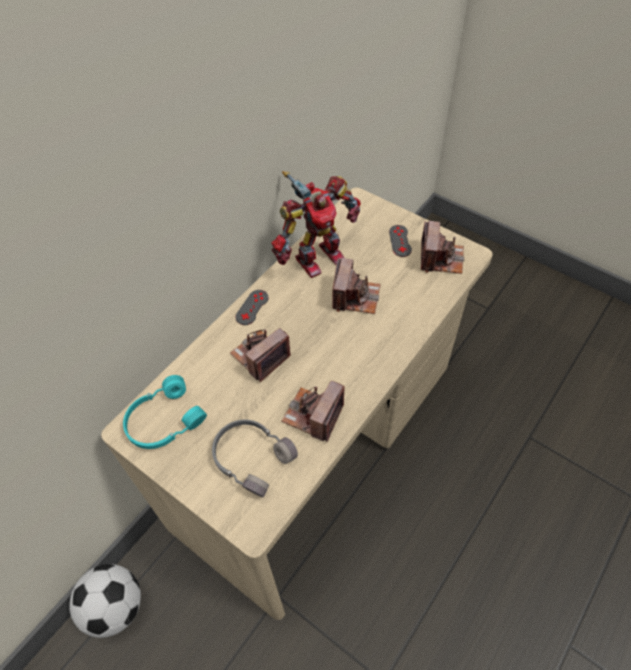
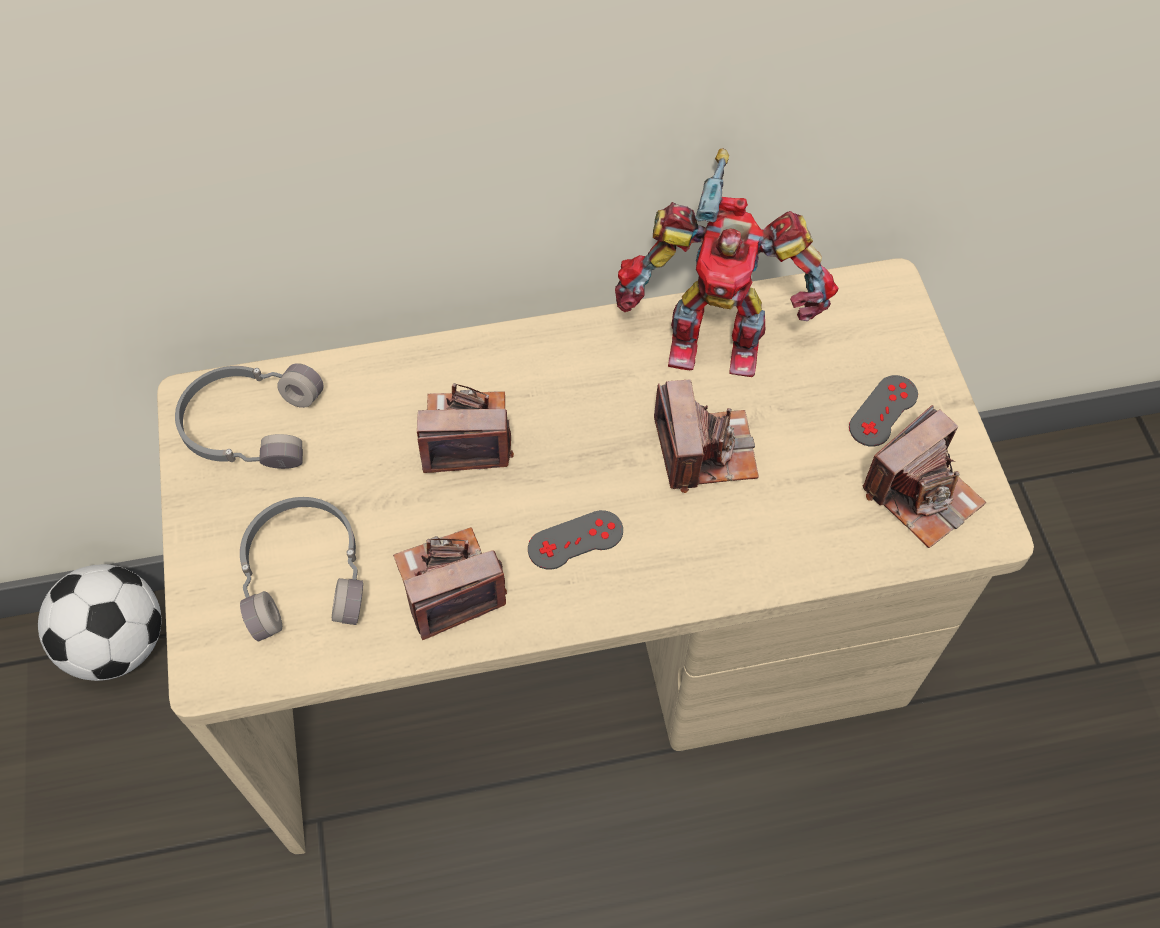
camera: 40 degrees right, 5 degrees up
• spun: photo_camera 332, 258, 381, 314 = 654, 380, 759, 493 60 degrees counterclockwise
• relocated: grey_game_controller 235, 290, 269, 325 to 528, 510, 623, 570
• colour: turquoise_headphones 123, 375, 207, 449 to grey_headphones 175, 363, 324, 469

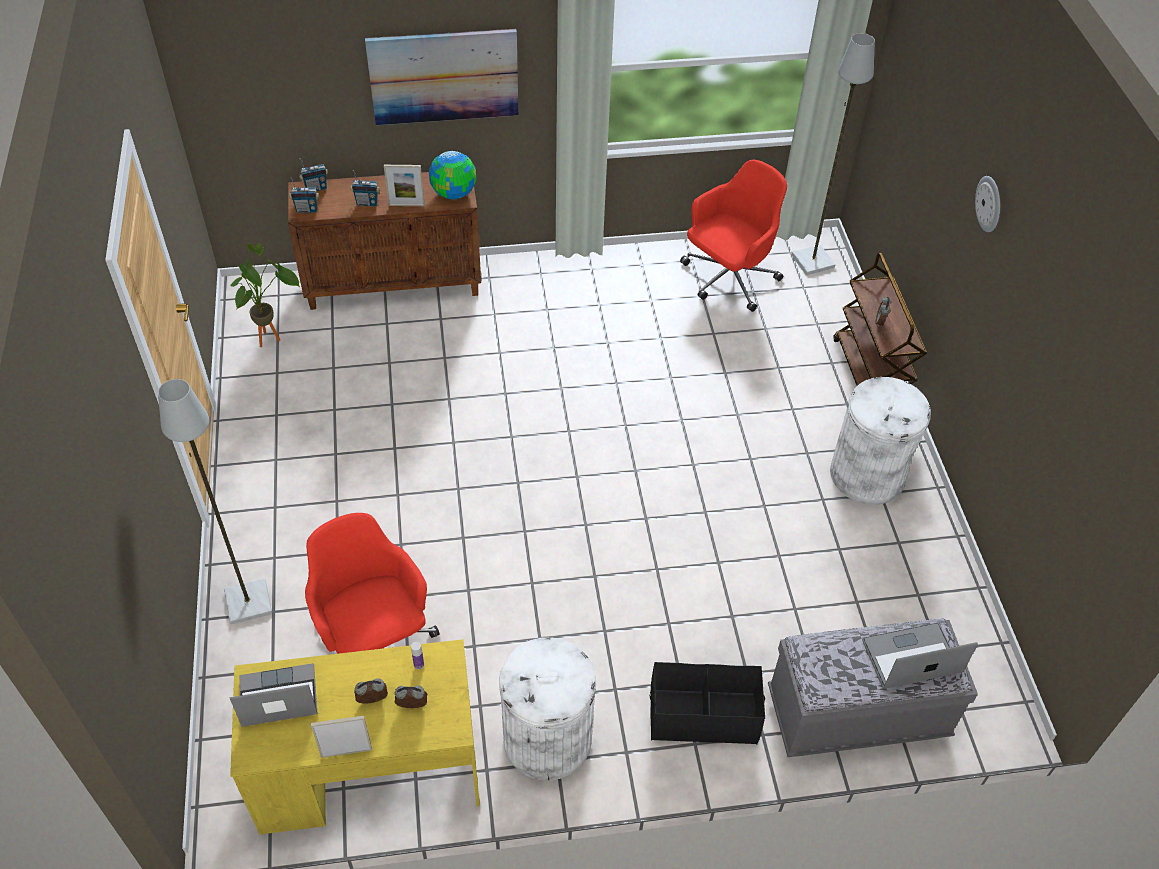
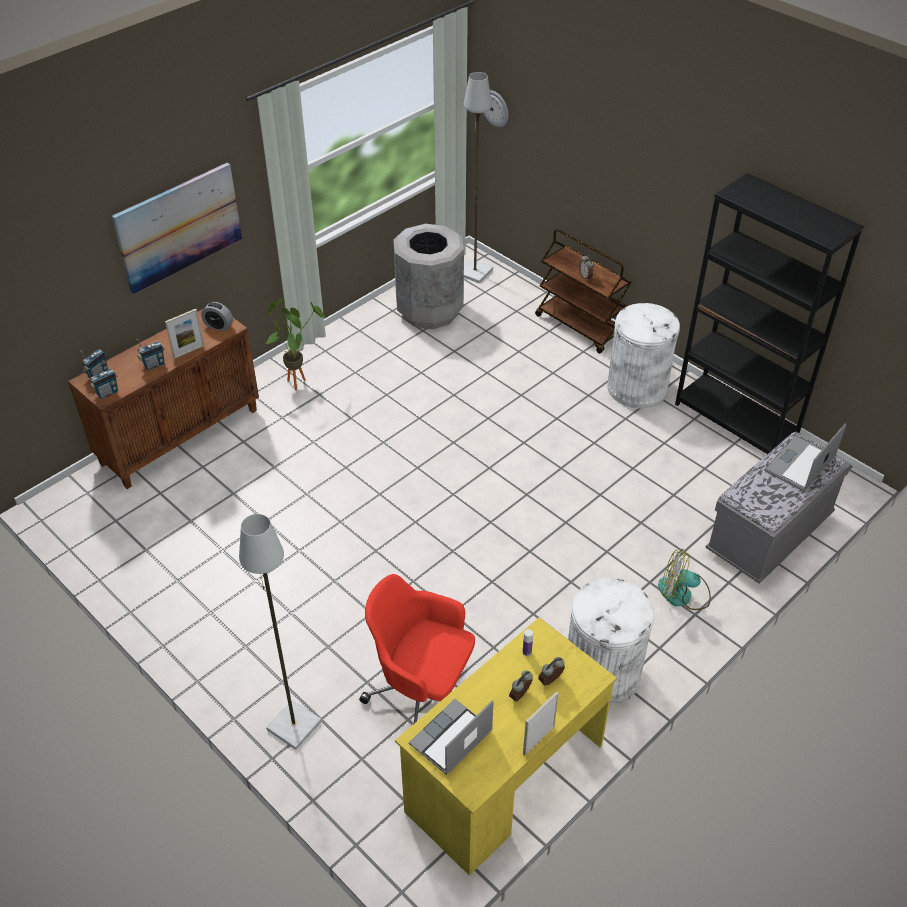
camera: 35 degrees left, 5 degrees down
• exchanged: globe 429, 151, 476, 199 to alarm_clock 201, 302, 233, 332
• exchanged: red_office_chair 680, 160, 787, 312 to grey_trash_can 393, 224, 464, 329
• relocated: wall_clock 975, 176, 1000, 232 to 483, 90, 508, 127
• relocated: potted_plant 230, 243, 300, 347 to 266, 297, 325, 390
• exchanged: black_storage_box 650, 662, 765, 745 to fan 658, 549, 711, 610
• appeared: black_bookcase 675, 173, 864, 454

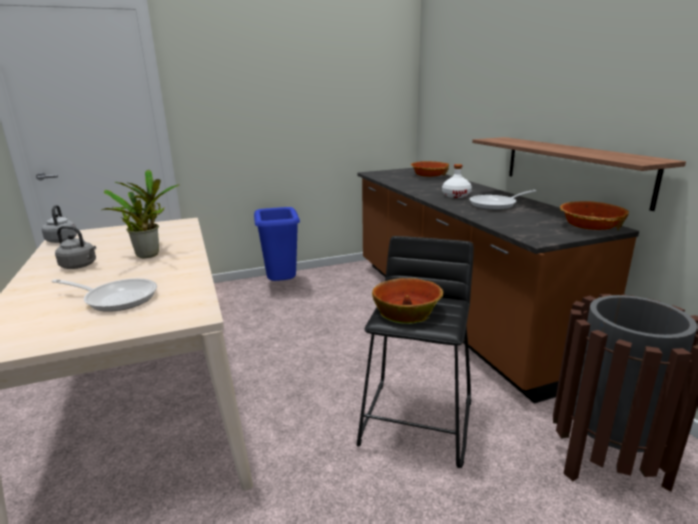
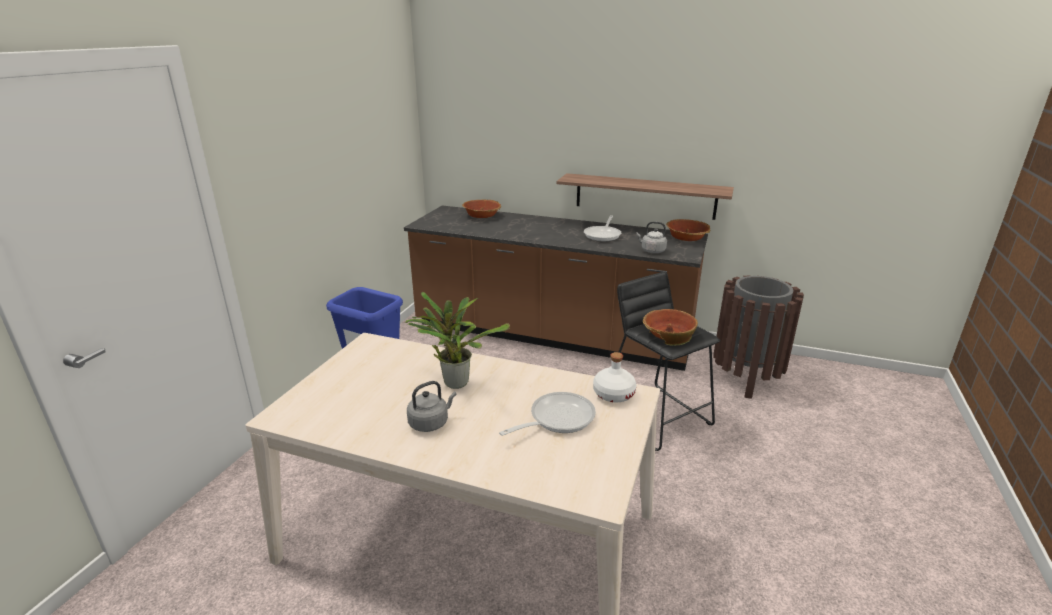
camera: 50 degrees left, 5 degrees up
• relocated: white_bottle 442, 164, 472, 198 to 593, 352, 637, 403
• relocated: grey_kettle 42, 205, 77, 243 to 636, 221, 667, 253

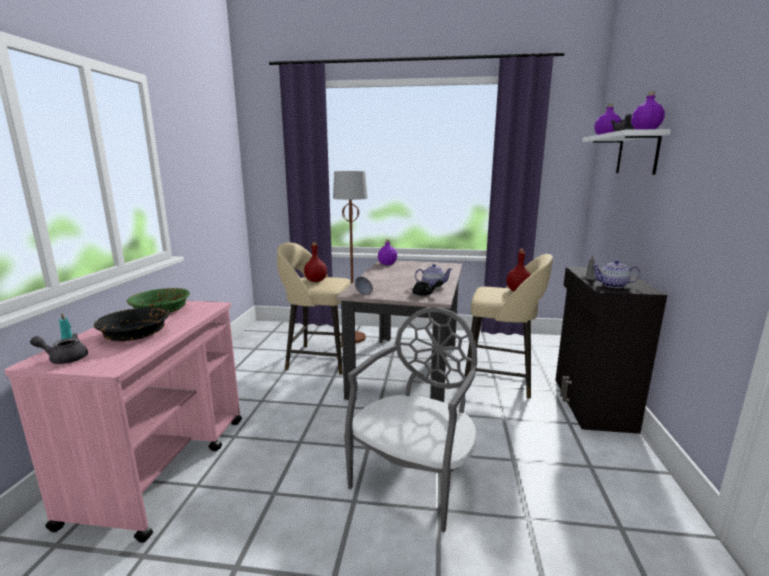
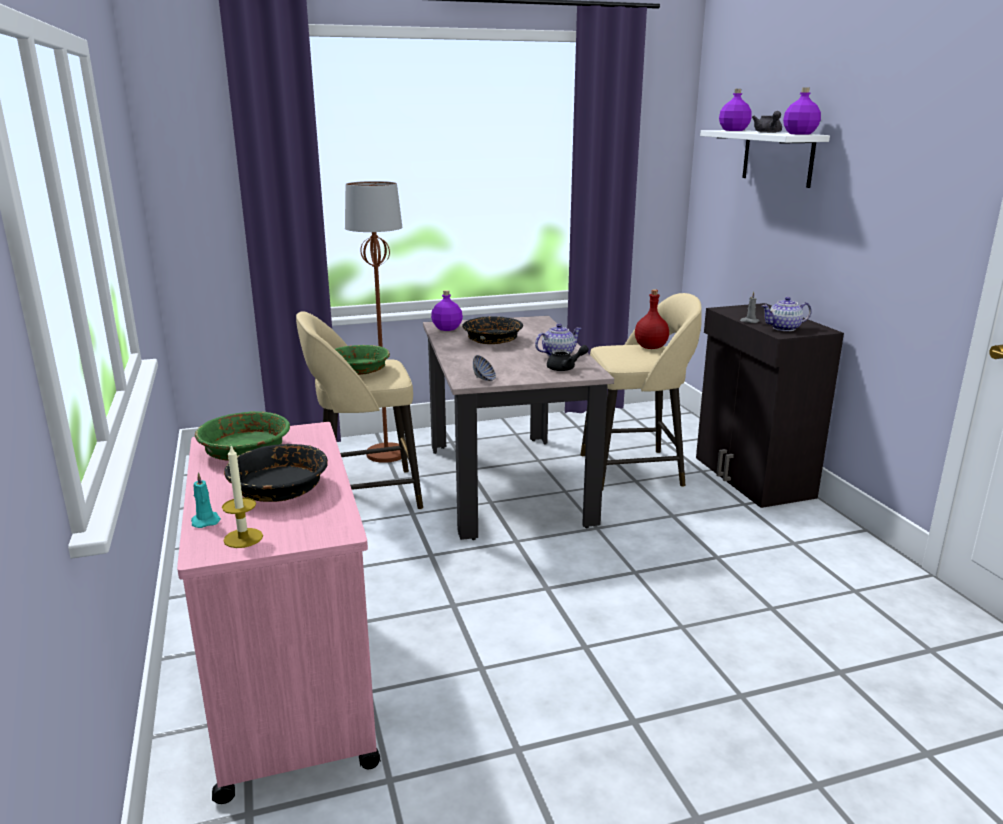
camera: 25 degrees left, 5 degrees up
• exchanged: red_bottle 304, 242, 327, 282 to green_bowl 335, 345, 390, 375
• missing: grey_chair 344, 307, 477, 533
• exchanged: grey_teapot 30, 333, 88, 364 to candle 222, 446, 263, 548
• appeared: black_bowl 462, 316, 523, 344

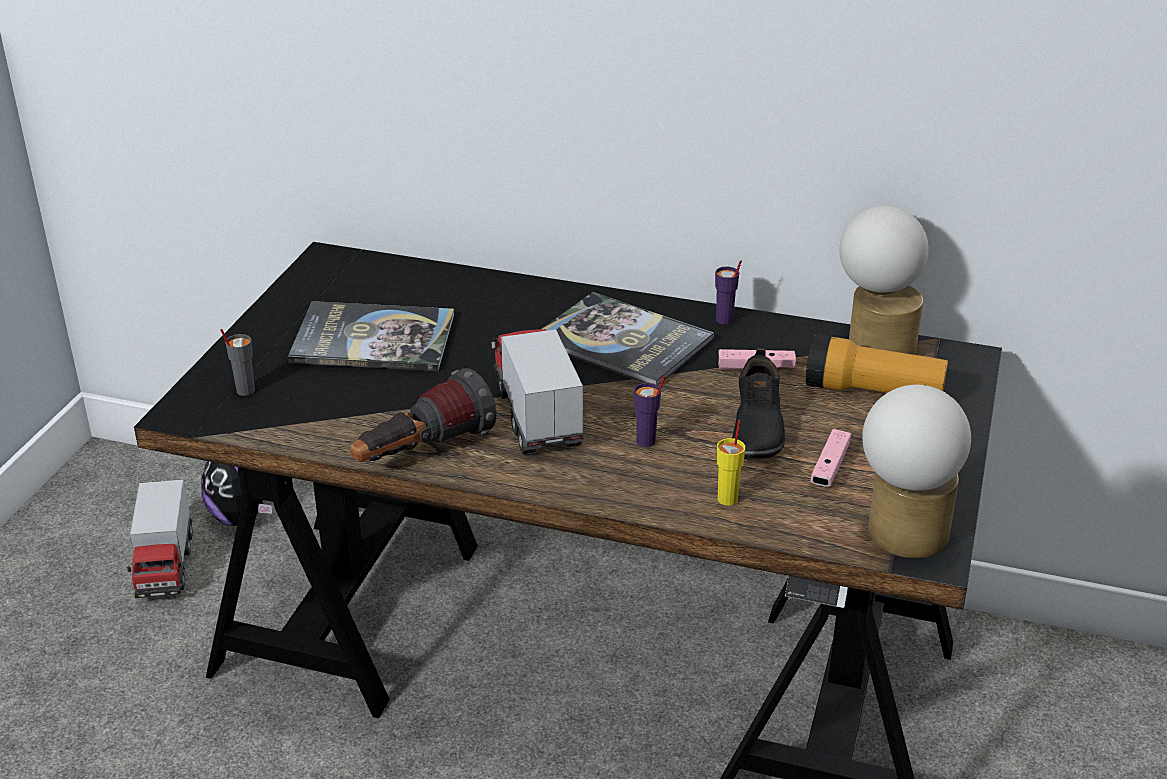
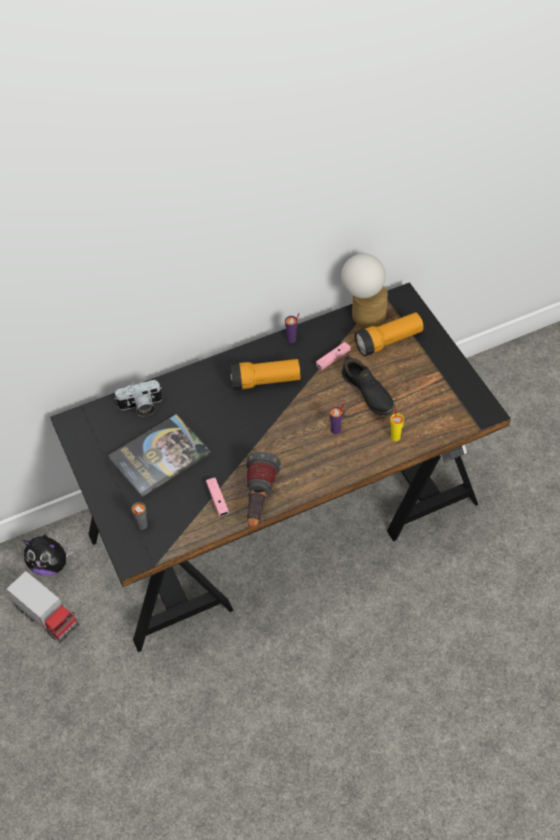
camera: 40 degrees left, 20 degrees up
• exchanged: book 542, 292, 714, 385 to flashlight 230, 359, 300, 390
• missing: toy_truck 491, 329, 583, 454
• missing: table_lamp 862, 385, 971, 558
• relocated: pink_game_controller 810, 429, 851, 487 to 206, 477, 229, 516
• appeared: photo_camera 114, 380, 162, 417

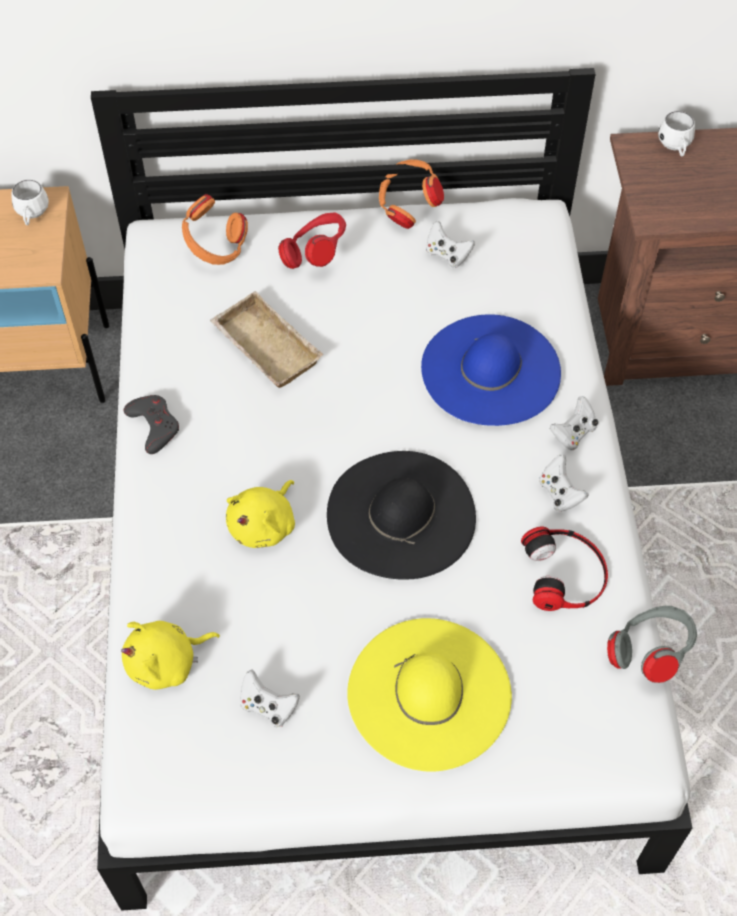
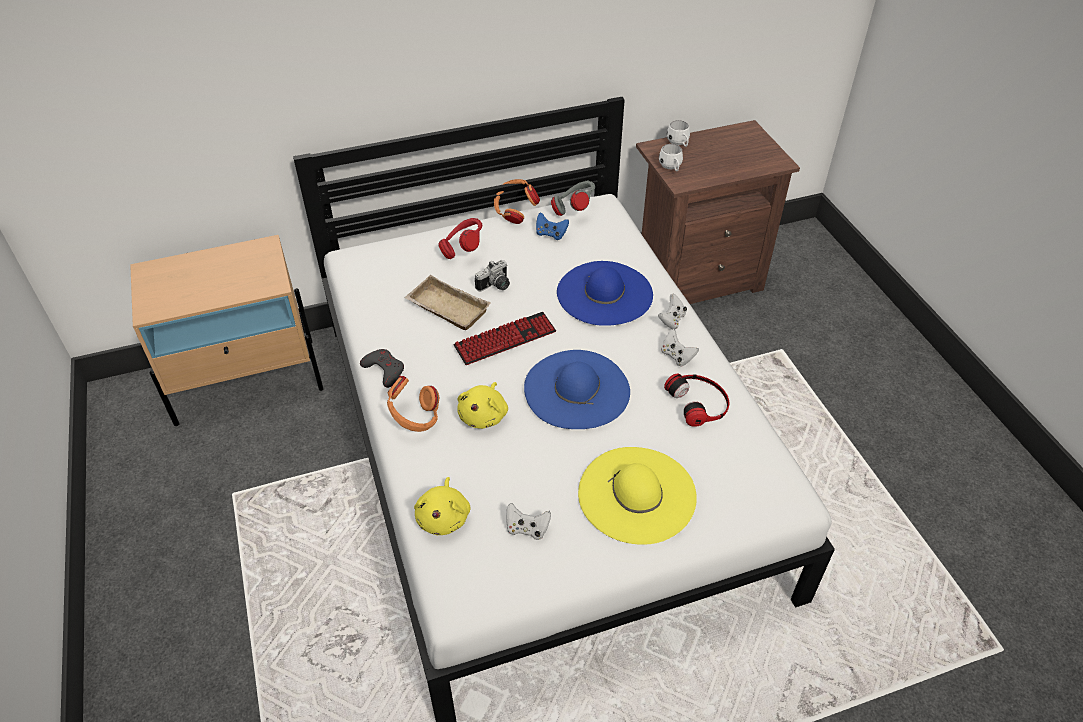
camera: 15 degrees left, 10 degrees down
• relocated: white_mug 12, 180, 49, 225 to 659, 144, 683, 172
• relocated: orange_headphones 182, 194, 248, 265 to 387, 376, 439, 432
• colour: white_game_controller 426, 221, 475, 268 to blue_game_controller 536, 212, 569, 240
• colour: black_hat 327, 451, 476, 580 to blue_hat 524, 350, 630, 429
• relocated: grey_headphones 607, 606, 697, 683 to 551, 181, 595, 216
• spun: yellow_plush_toy 121, 621, 220, 690 = 414, 477, 470, 535 45 degrees counterclockwise
• appeared: photo_camera 475, 260, 510, 292
• appeared: keyboard 453, 312, 556, 365

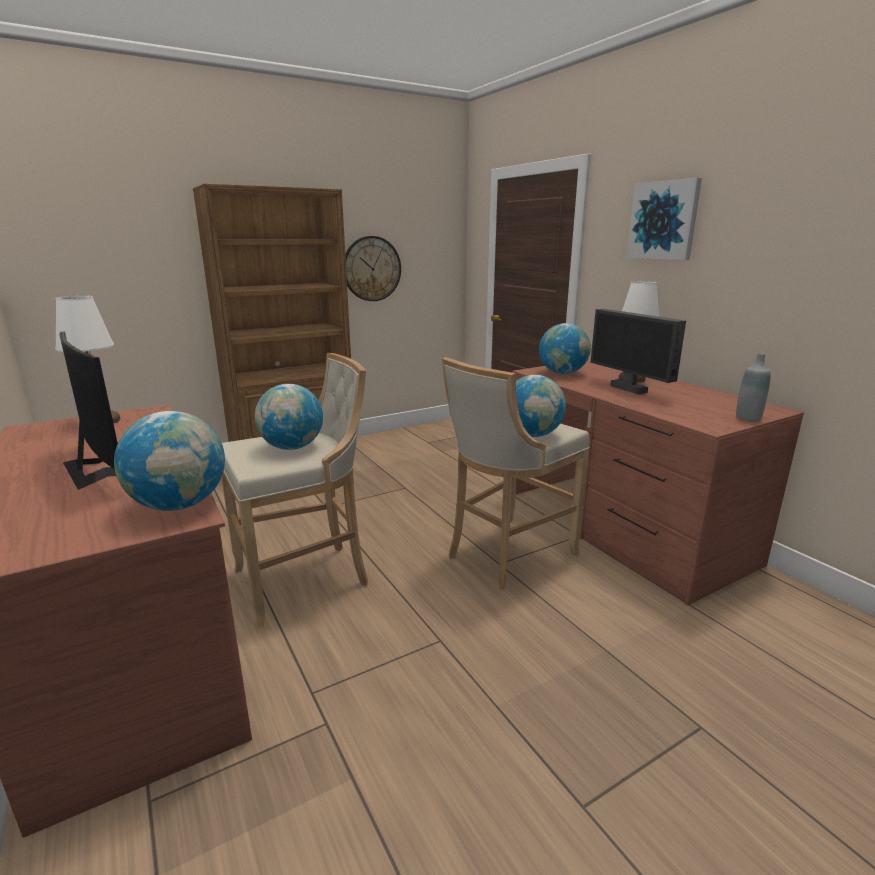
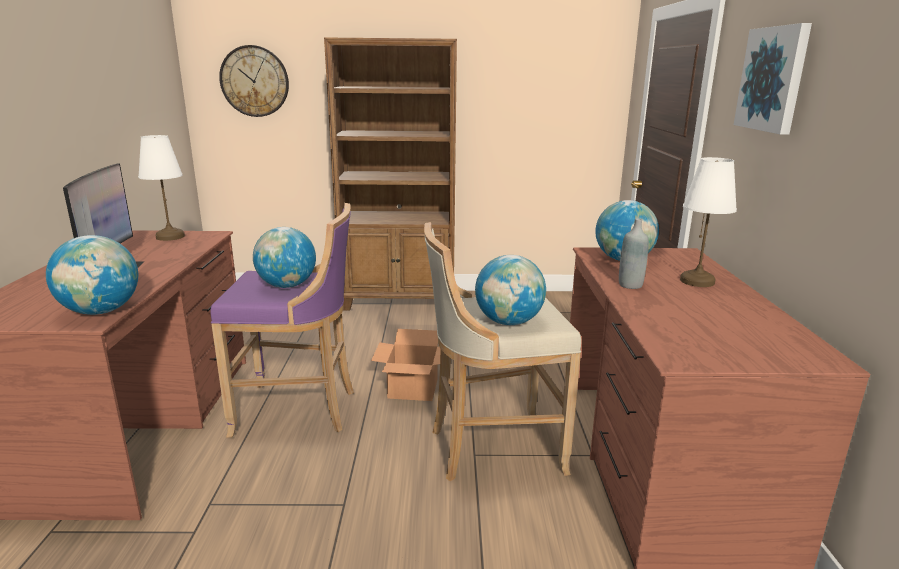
camera: 30 degrees right, 0 degrees up
• relocated: wall_clock 345, 236, 401, 301 to 219, 45, 289, 117
• missing: monitor 590, 309, 686, 394
• colour: beige_stool 221, 353, 368, 629 to purple_stool 210, 203, 354, 438
• relocated: grey_bottle 736, 353, 771, 422 to 619, 218, 649, 289
• appeared: cardboard_box 371, 329, 441, 401

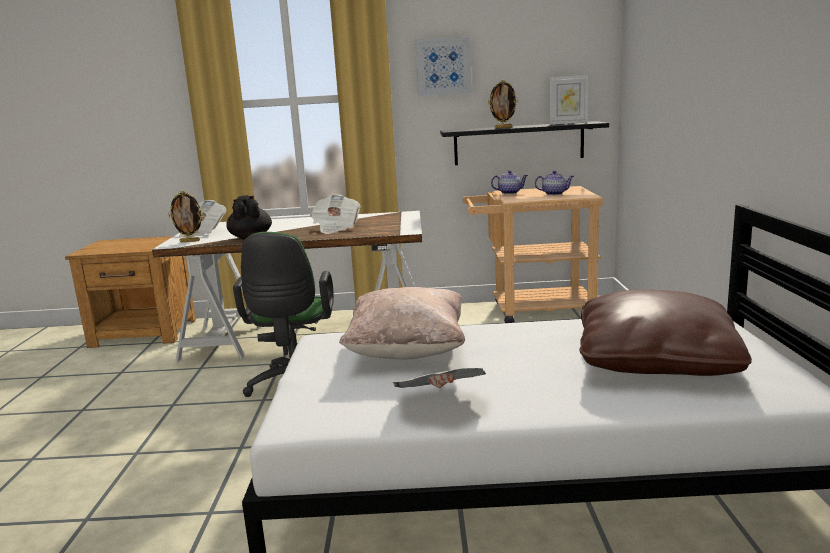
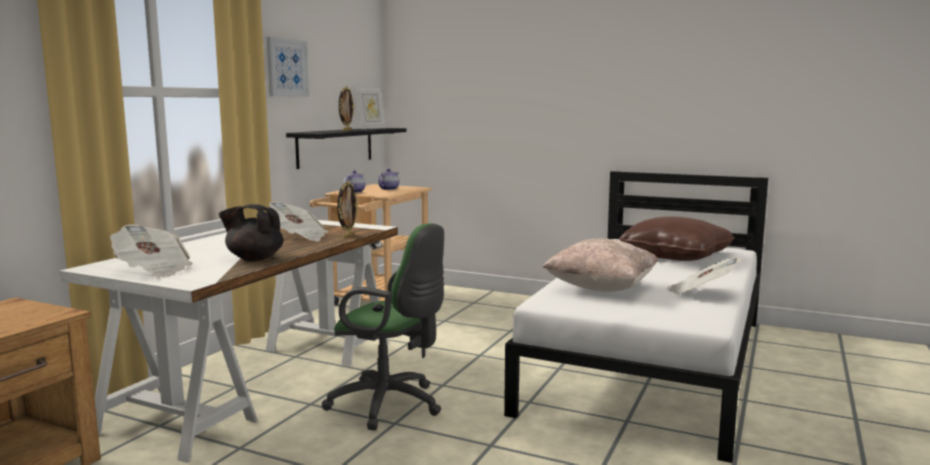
camera: 65 degrees left, 5 degrees down
• relocated: picture_frame 168, 191, 203, 242 to 337, 181, 358, 239

